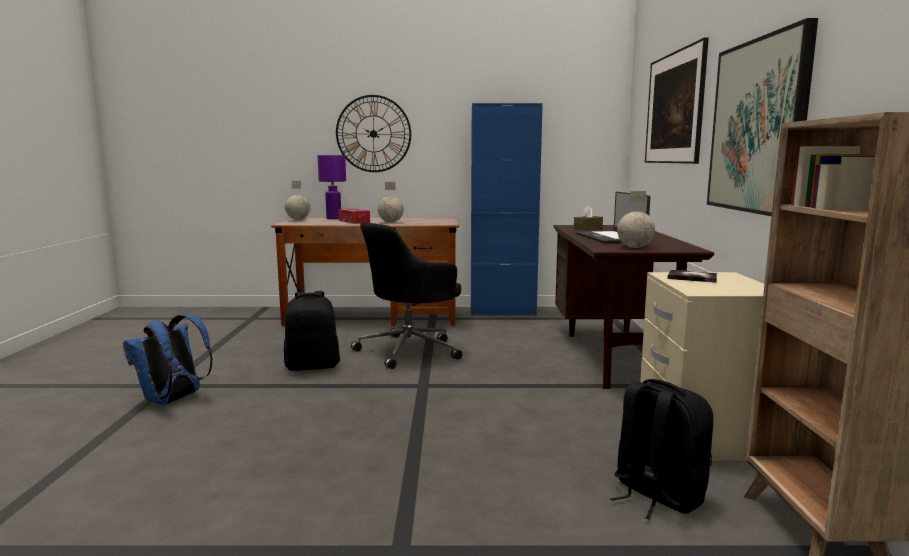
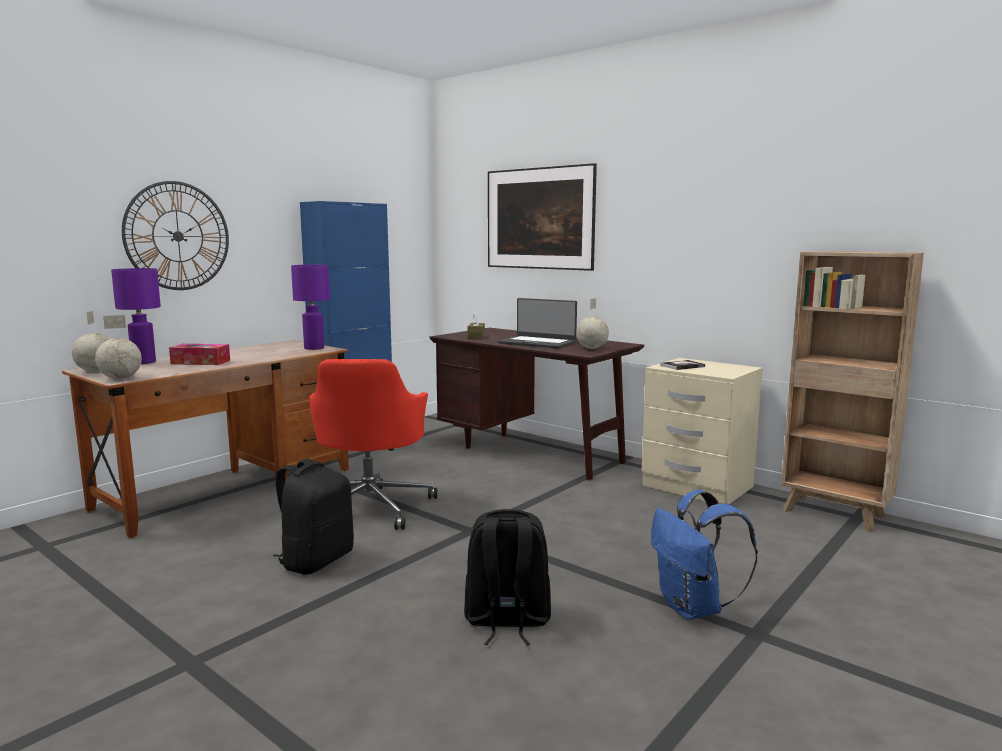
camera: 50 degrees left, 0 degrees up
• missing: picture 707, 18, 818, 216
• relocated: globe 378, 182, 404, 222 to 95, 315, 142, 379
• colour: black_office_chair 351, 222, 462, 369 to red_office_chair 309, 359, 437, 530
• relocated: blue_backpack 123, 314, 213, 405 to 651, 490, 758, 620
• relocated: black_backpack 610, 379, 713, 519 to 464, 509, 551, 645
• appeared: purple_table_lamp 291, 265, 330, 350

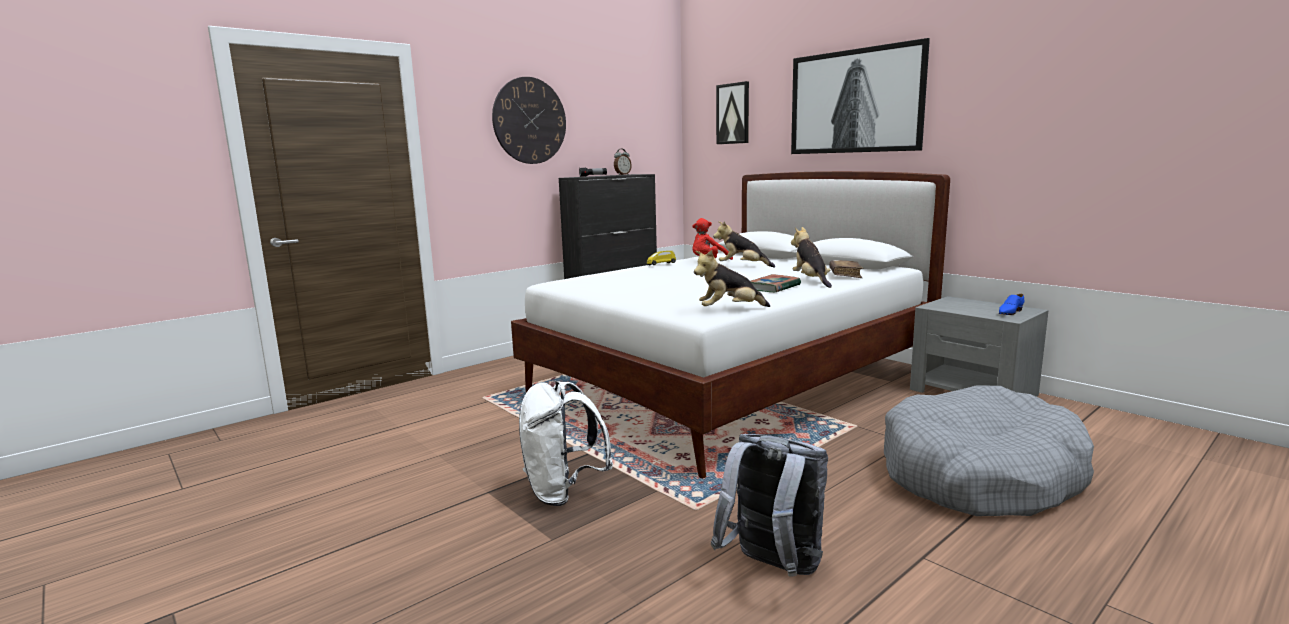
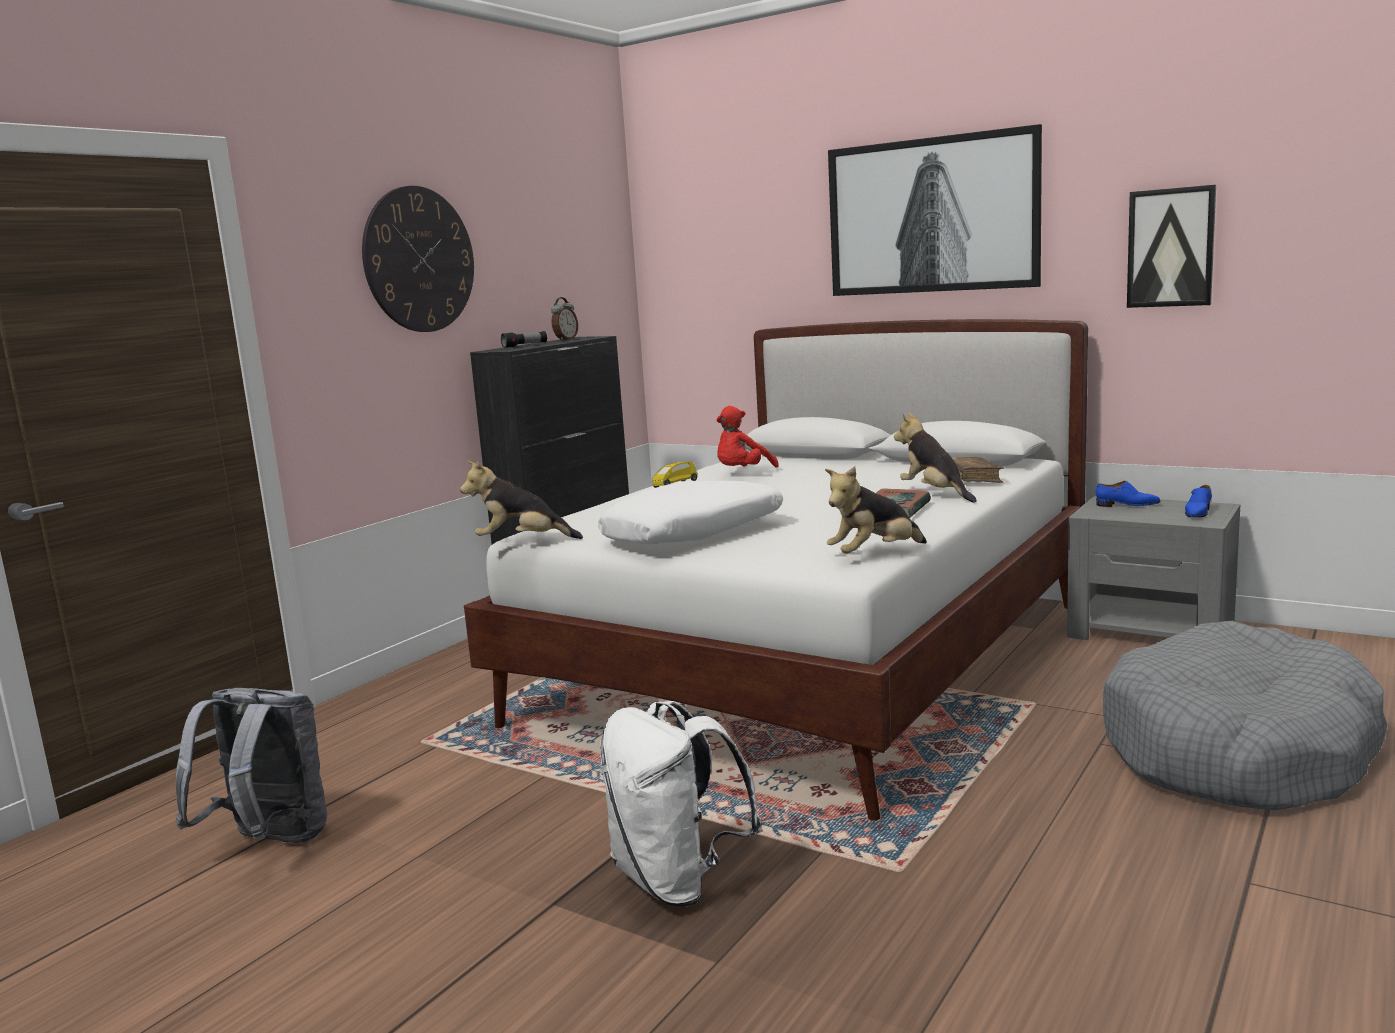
camera: 15 degrees left, 0 degrees up
• relocated: picture 716, 81, 749, 144 to 1127, 185, 1216, 308
• relocated: plush_toy 713, 221, 775, 268 to 460, 461, 583, 539
• relocated: grey_backpack 711, 434, 828, 577 to 175, 688, 327, 843
• appeared: white_pillow 598, 481, 783, 544
• appeared: blue_shoe 1096, 481, 1160, 507

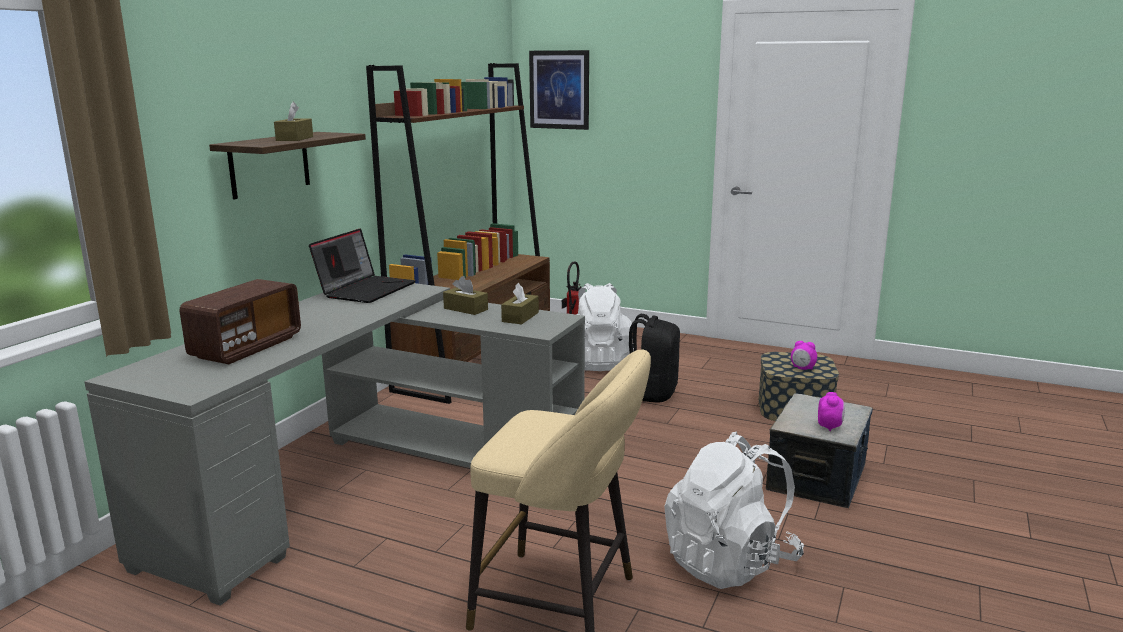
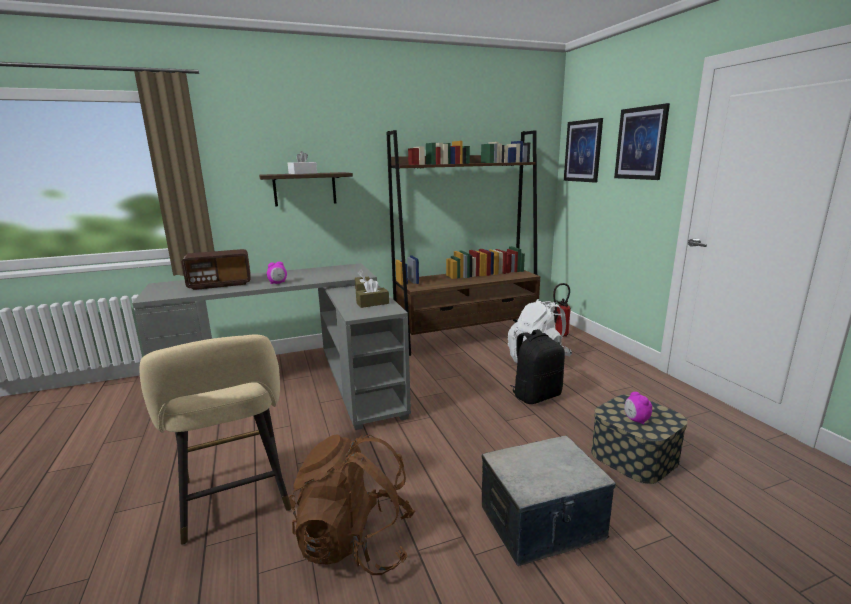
camera: 45 degrees right, 0 degrees up
• colour: brown_tissue_box 274, 102, 313, 141 to white_tissue_box 288, 151, 317, 174
• missing: laptop 309, 228, 415, 303
• relocated: alarm_clock 818, 392, 845, 431 to 267, 262, 287, 284
• colour: white_backpack 664, 432, 804, 589 to brown_backpack 289, 434, 415, 575
• appeared: picture 614, 103, 670, 180

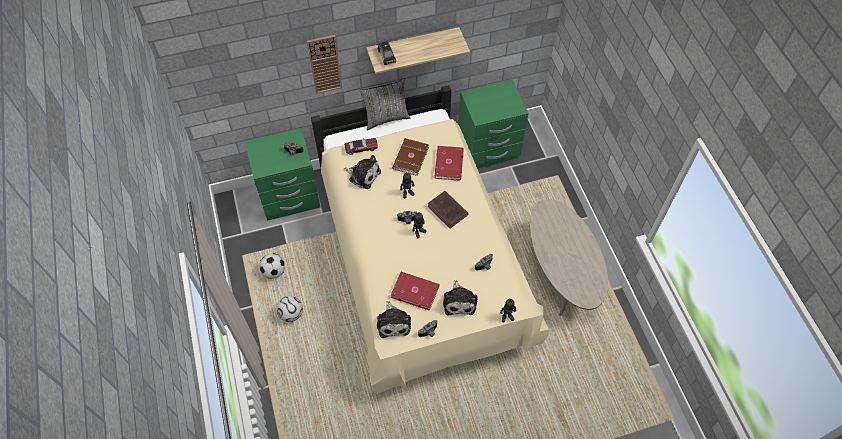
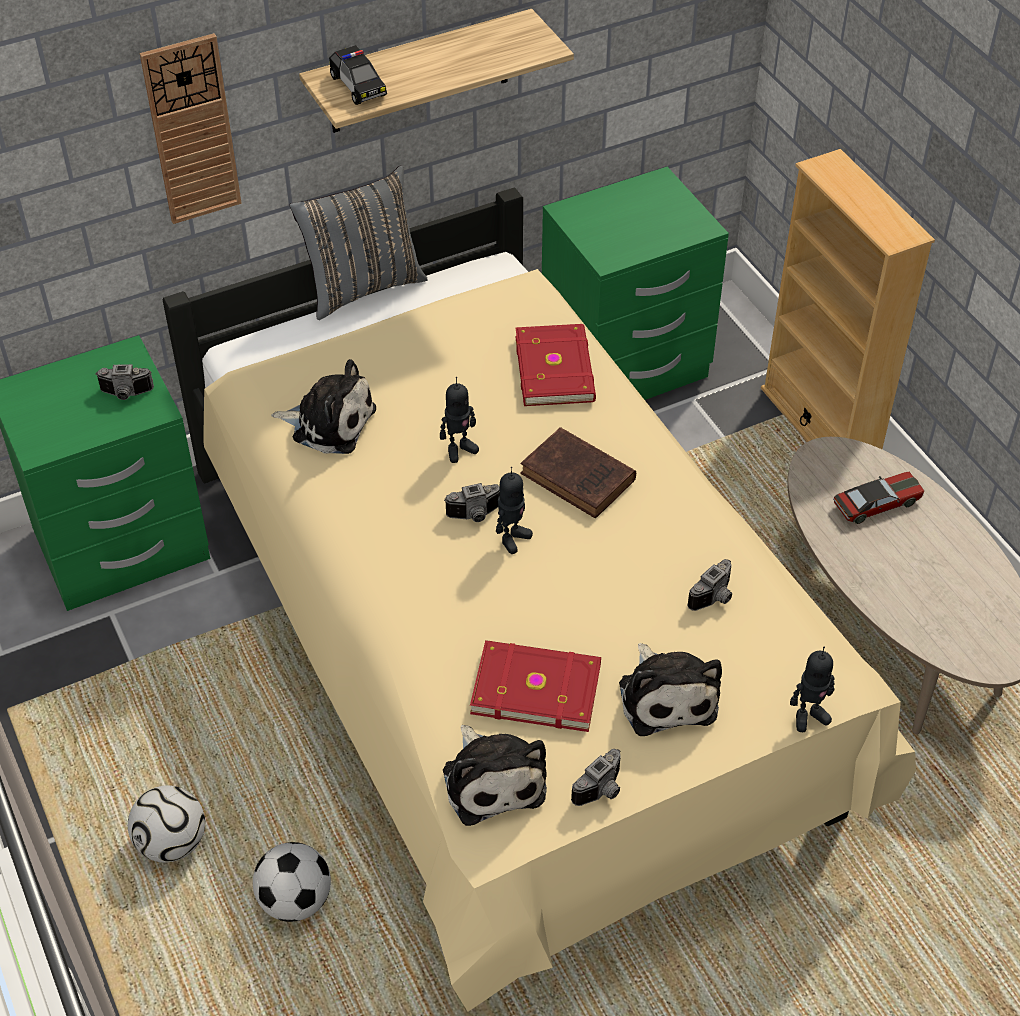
camera: 10 degrees left, 10 degrees down
• relocated: toy_car 344, 138, 378, 155 to 833, 472, 924, 524
• missing: brown_book 392, 138, 429, 176
• relocated: football 259, 253, 285, 279 to 253, 842, 331, 922
• appeared: beige_bookcase 761, 149, 935, 449

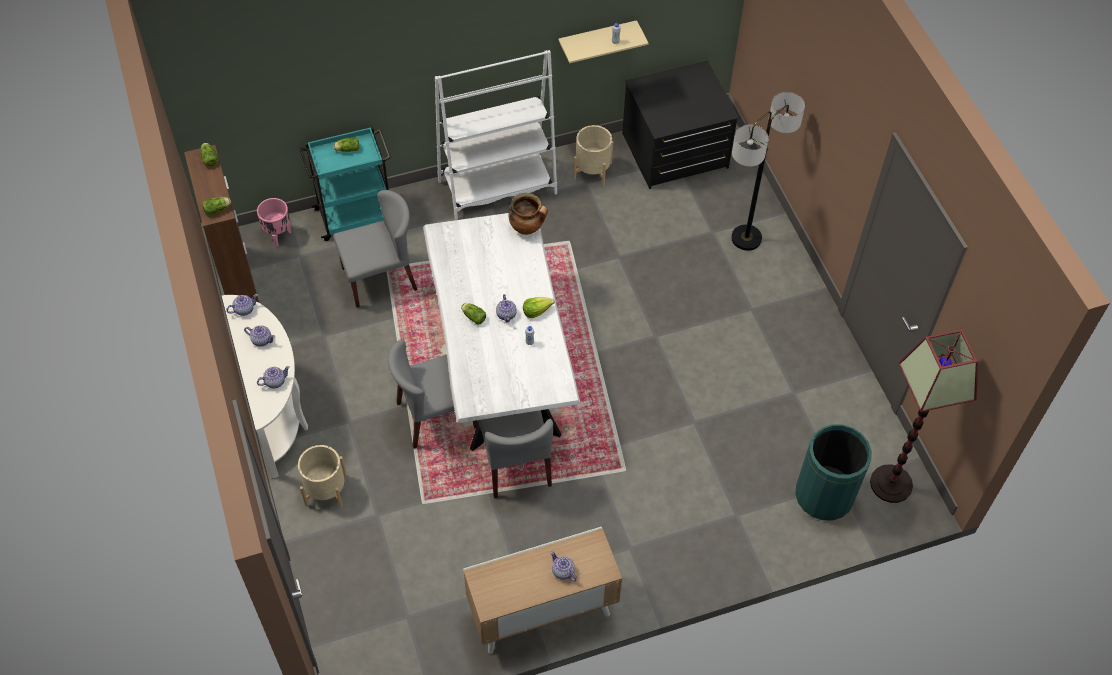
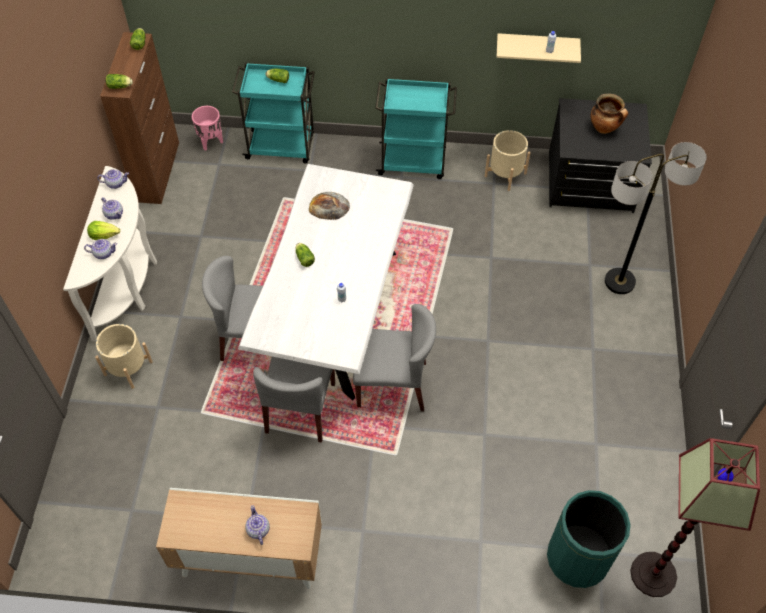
camera: 25 degrees right, 0 degrees up
• exchanged: white_bookcase 435, 50, 557, 220 to turquoise_cart 375, 78, 457, 179
• relocated: grey_chair 333, 190, 417, 308 to 353, 304, 436, 411
• relocated: cooking_pot 508, 193, 548, 235 to 591, 93, 628, 134
• missing: teapot 496, 294, 517, 323
• relocated: lettuce 523, 297, 554, 318 to 87, 221, 120, 240
• appeared: bread 309, 192, 350, 220

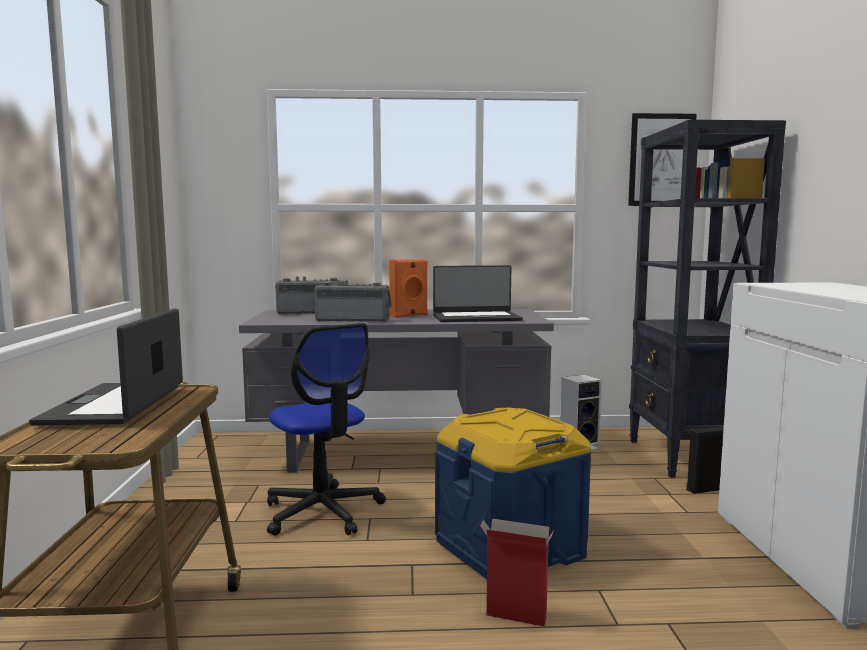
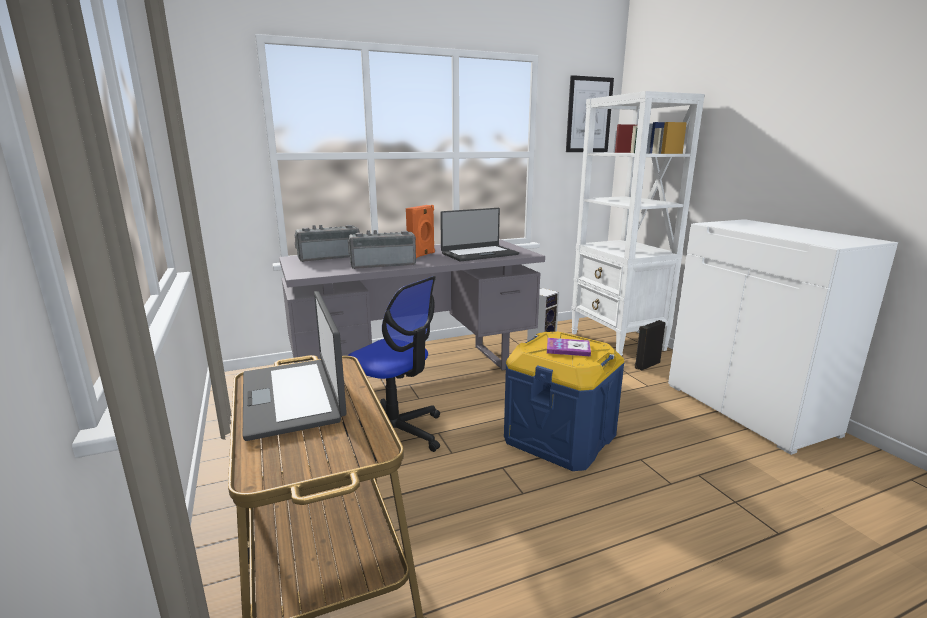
camera: 20 degrees left, 10 degrees up
• colour: black_bookcase 629, 120, 786, 478 to white_bookcase 571, 91, 705, 356
• missing: cardboard_box 480, 519, 554, 626
• appeared: book 547, 338, 591, 356

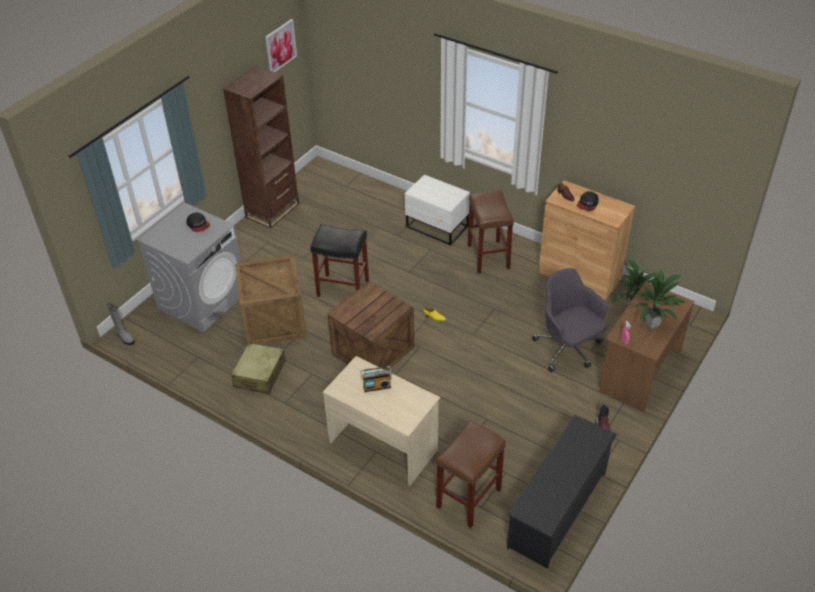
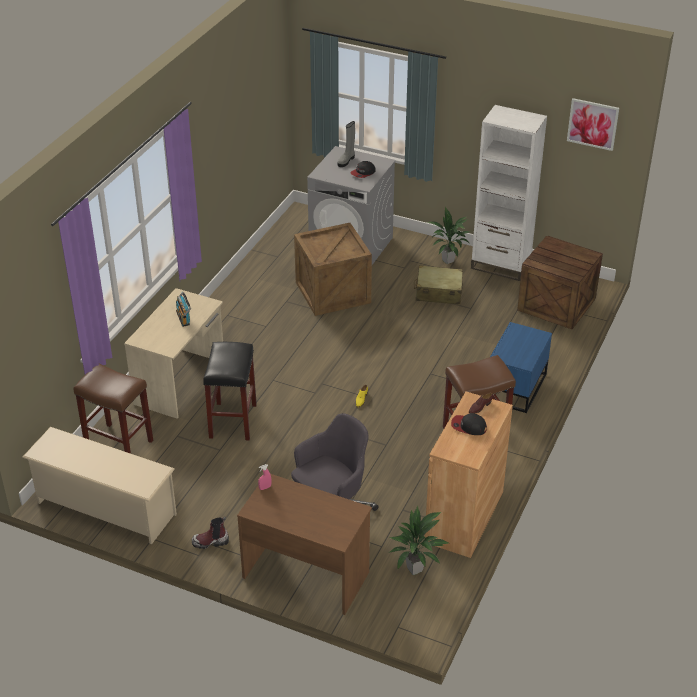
camera: 80 degrees right, 5 degrees down
• colour: brown_bookcase 223, 66, 299, 229 to white_bookcase 471, 105, 547, 281
• colour: white_nightstand 405, 175, 470, 245 to blue_nightstand 490, 322, 552, 413
• relocated: black_stool 310, 224, 369, 297 to 203, 342, 257, 440
• relocated: potted_plant 633, 269, 687, 329 to 427, 207, 471, 264
• relocated: crate 328, 281, 414, 370 to 517, 236, 603, 329
• relocated: grey_boot 107, 303, 135, 345 to 338, 121, 355, 167
• relocated: beige_suitcase 231, 343, 286, 394 to 414, 265, 463, 305
• colour: black_shoe_rack 507, 415, 617, 569 to beige_shoe_rack 22, 427, 177, 545

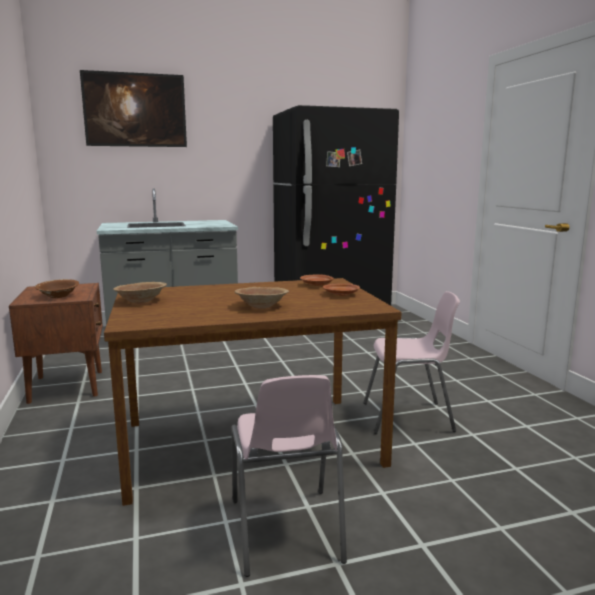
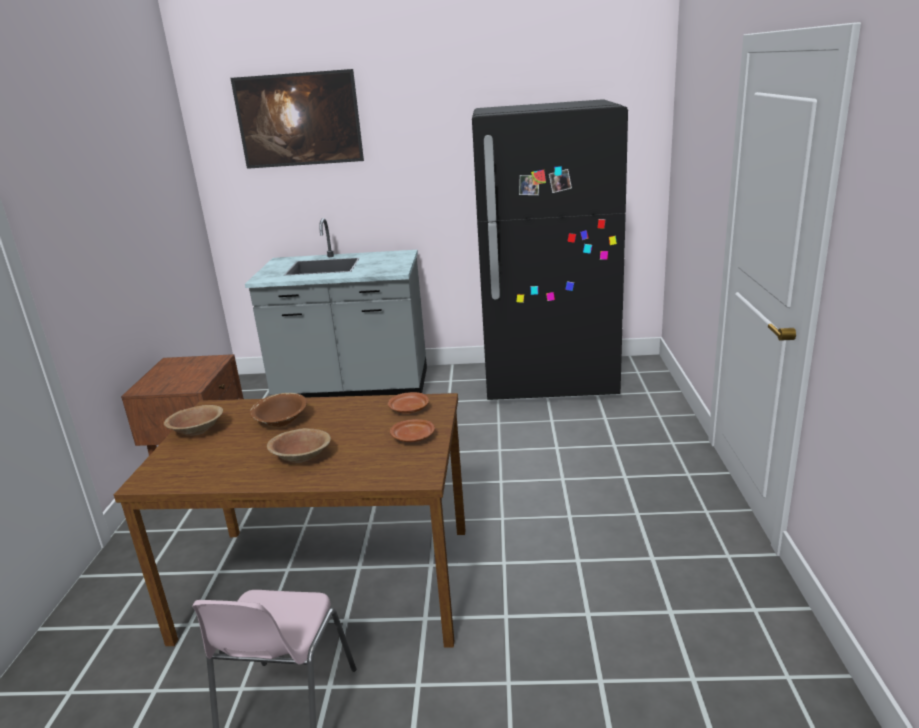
camera: 20 degrees right, 10 degrees up
• relocated: brown_bowl 35, 279, 79, 298 to 250, 393, 307, 427
• missing: pink_chair 363, 291, 460, 434

